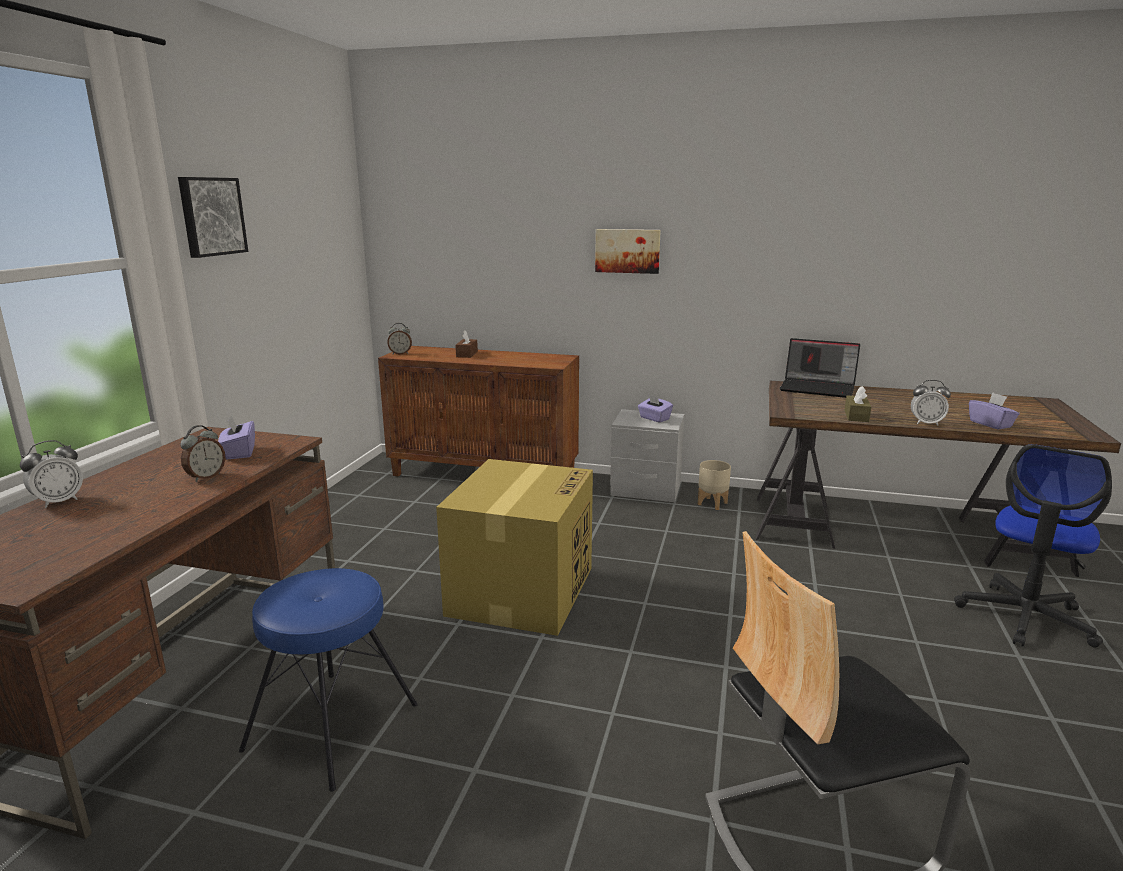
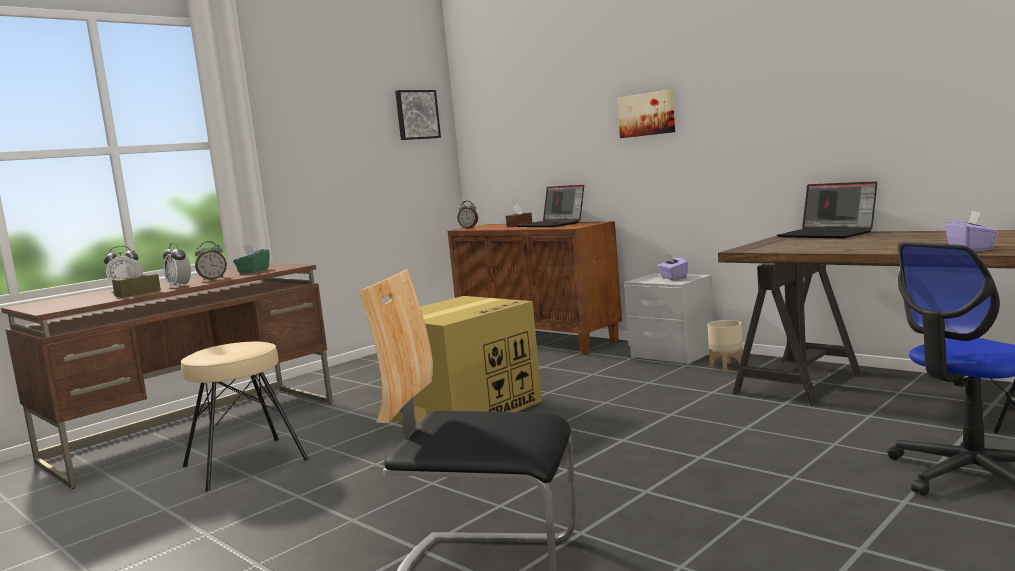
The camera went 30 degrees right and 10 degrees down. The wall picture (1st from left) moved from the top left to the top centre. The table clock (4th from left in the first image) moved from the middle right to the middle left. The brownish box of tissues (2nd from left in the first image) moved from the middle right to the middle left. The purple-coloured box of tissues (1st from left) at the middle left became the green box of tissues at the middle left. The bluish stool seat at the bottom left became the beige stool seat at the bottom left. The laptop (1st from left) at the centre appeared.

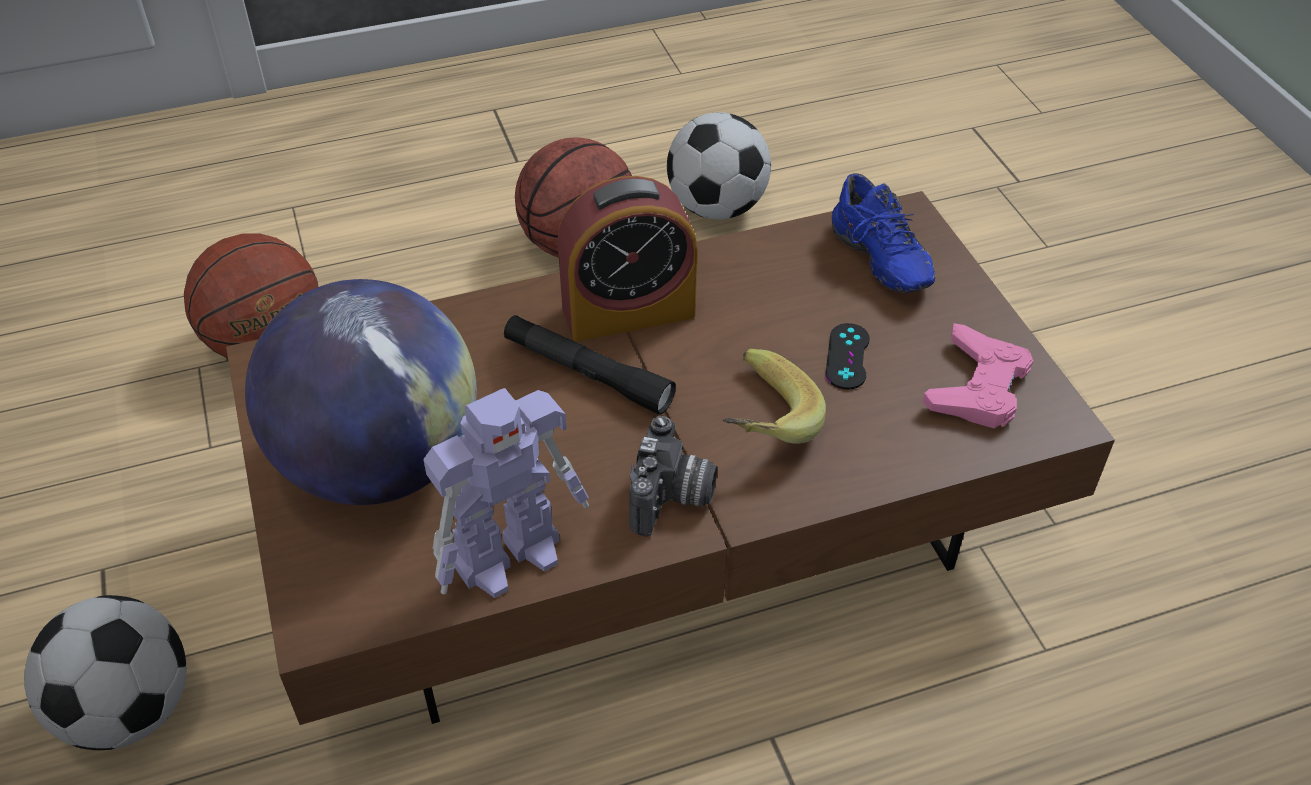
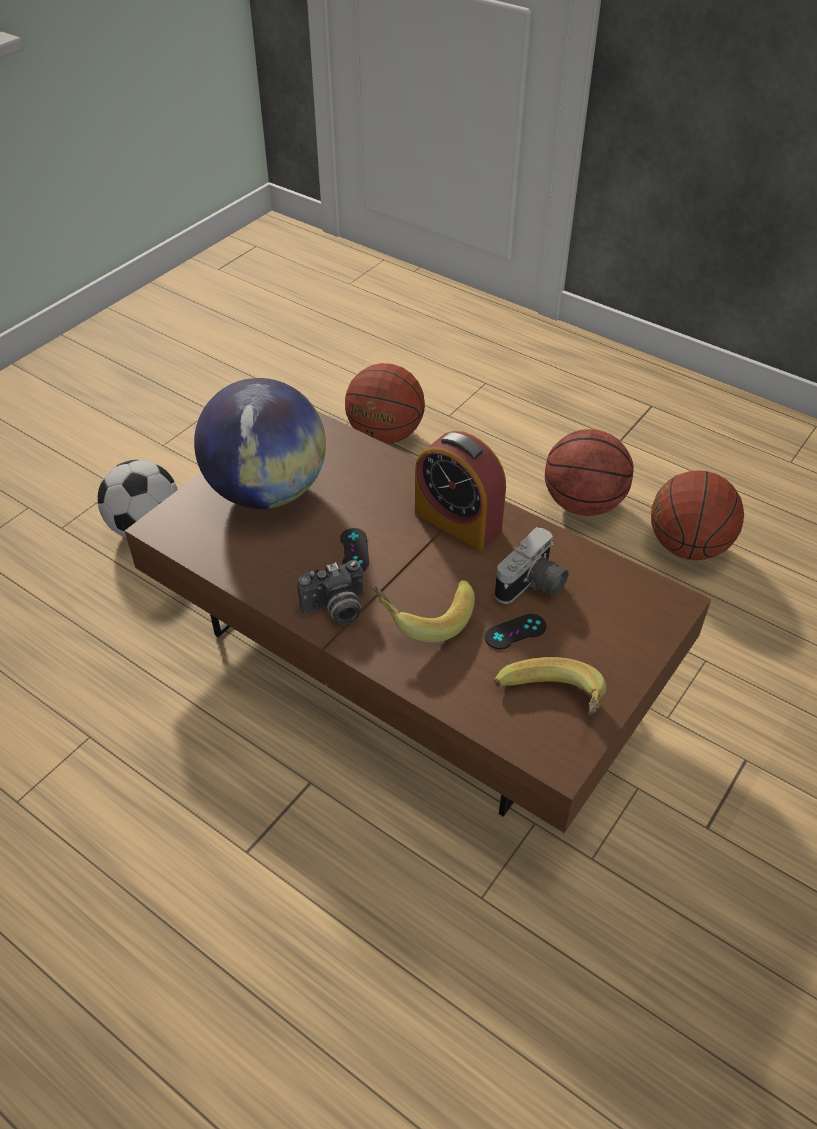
The camera went 55 degrees right and 0 degrees up. The football (2nd from left) at the top centre was replaced by the basketball ball (3rd from left) at the middle right. The bluish item of footwear at the top right disappeared. The black flashlight at the centre disappeared. The pink-coloured joypad at the middle right was replaced by the banana fruit (2nd from left) at the middle right. The model robot at the centre disappeared. The photo camera (2nd from left) at the centre appeared. The black joypad (1st from left) at the centre appeared.

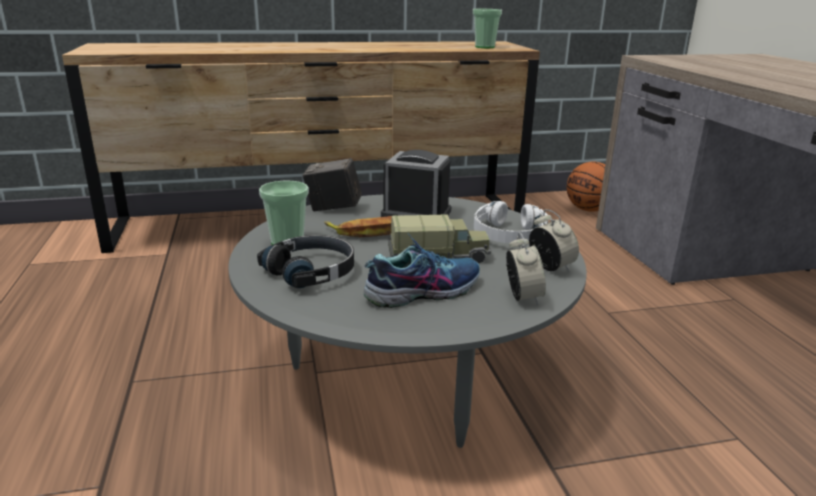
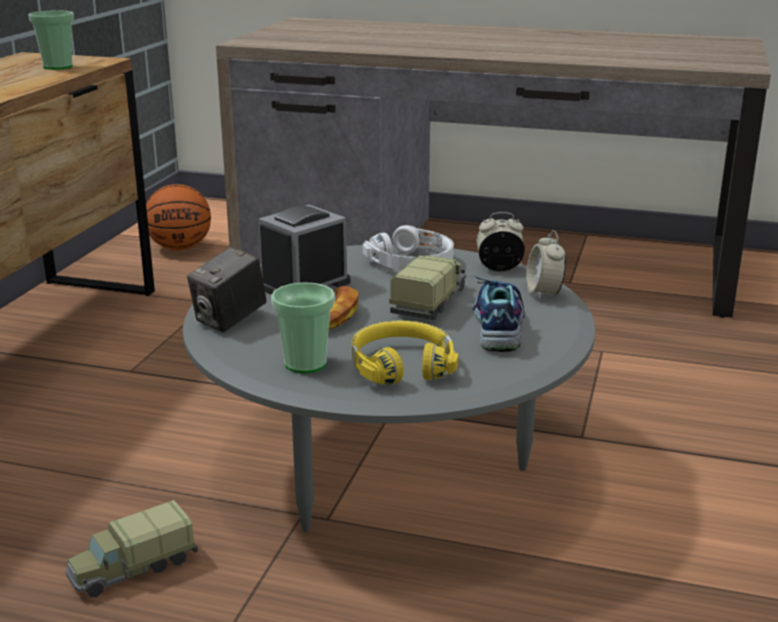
The camera went 60 degrees left and 0 degrees up. The table clock (2nd from left in the first image) at the centre turned 120 degrees counterclockwise. The black headphones at the centre became the yellow-coloured headphones at the centre. The toy lorry (1st from left) at the bottom left appeared.

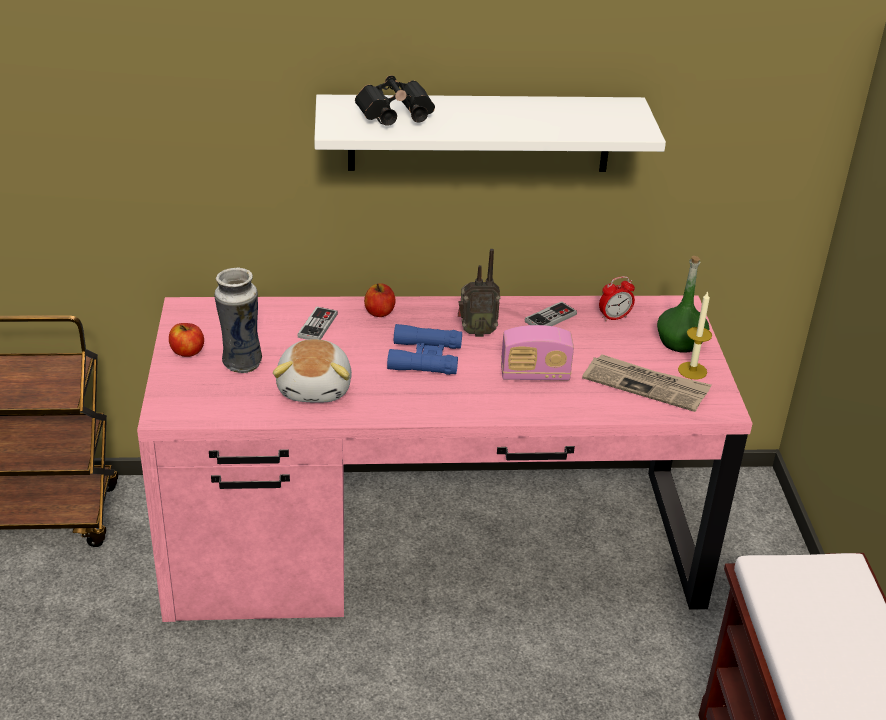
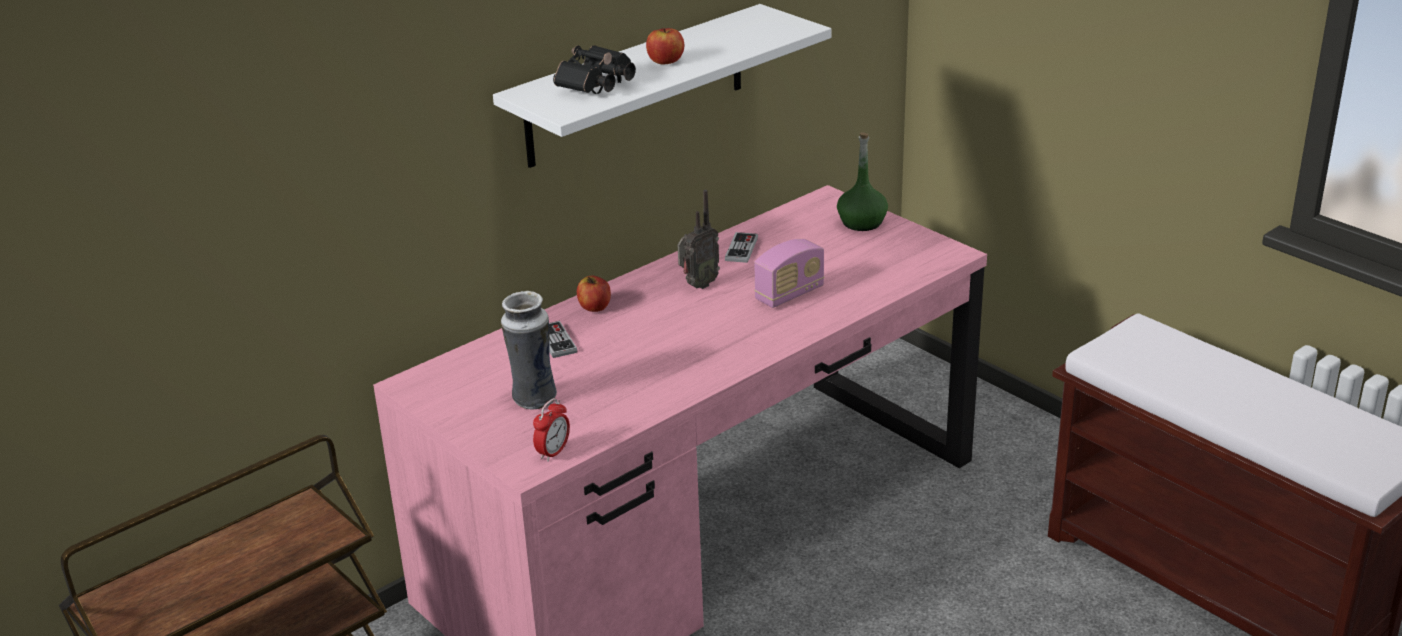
The camera went 35 degrees left and 5 degrees down. The table clock moved from the middle right to the bottom centre. The wax candle at the middle right disappeared. The apple fruit (1st from left in the first image) moved from the middle left to the top centre. The bluish pair of binoculars at the centre disappeared. The cuddly toy at the centre disappeared. The newspaper at the middle right disappeared.

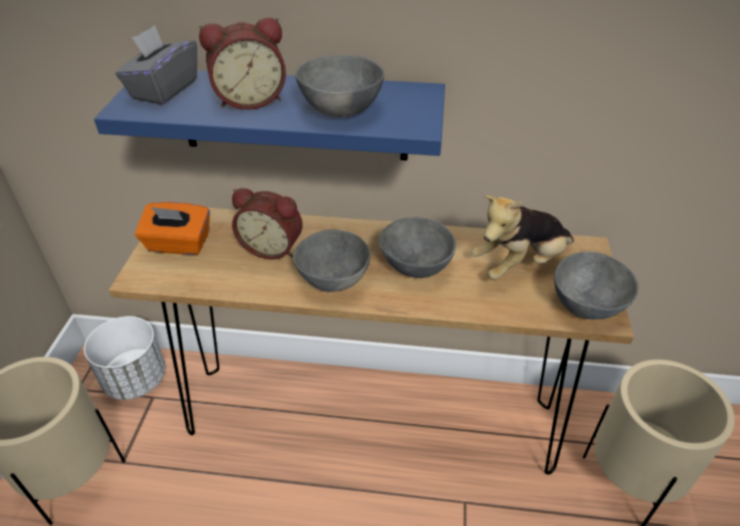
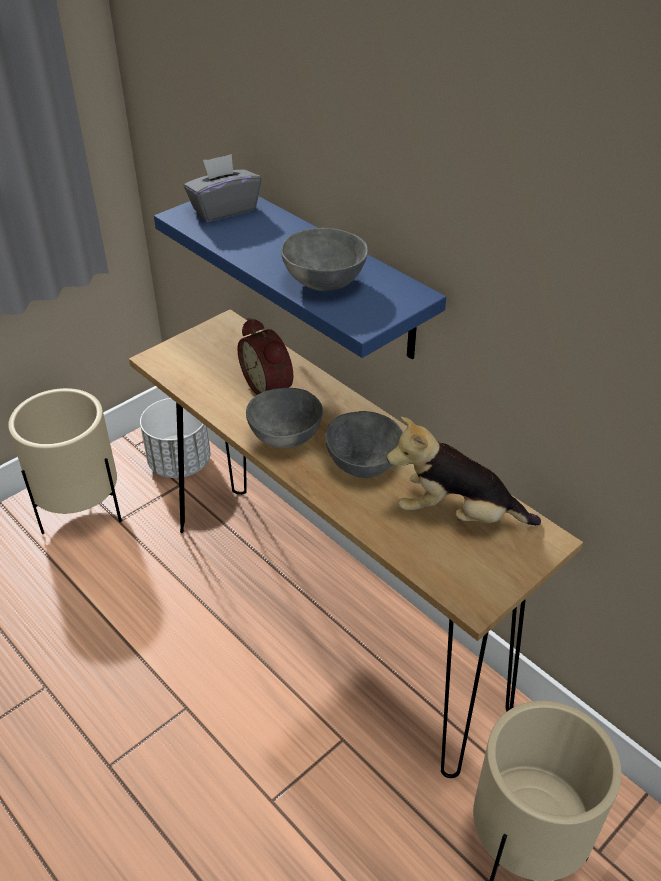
The camera went 40 degrees right and 0 degrees up. The table clock (1st from left) at the top left disappeared. The orange-coloured box of tissues at the middle left disappeared. The greyish bowl (4th from left) at the middle right disappeared.

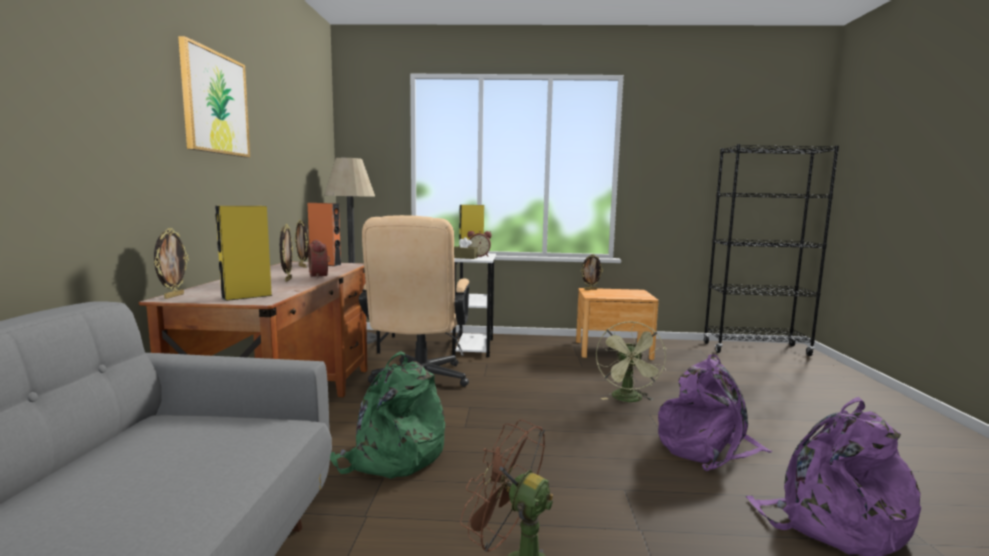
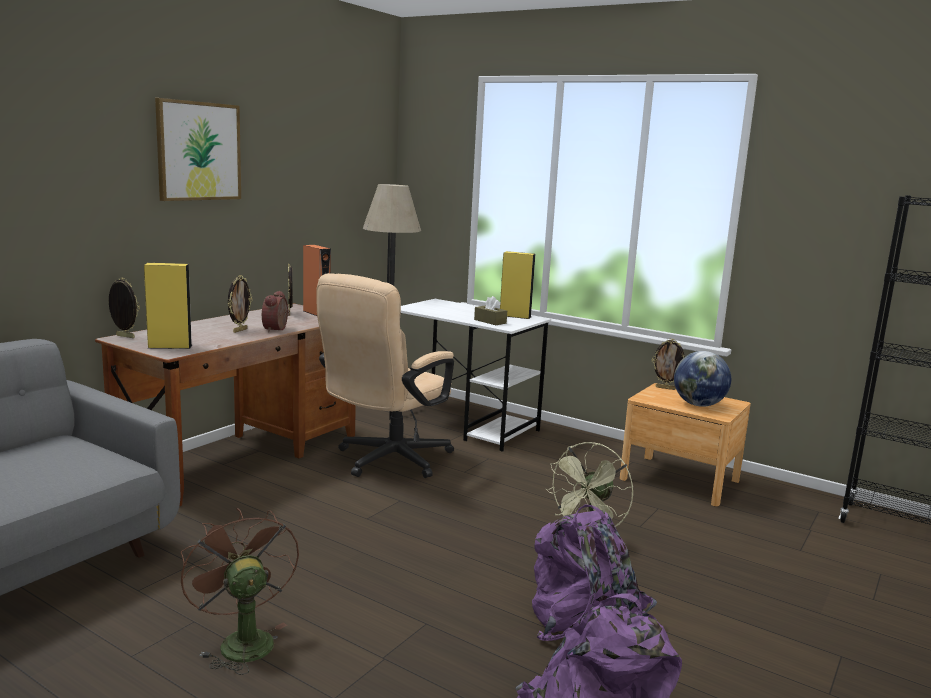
The camera went 30 degrees right and 5 degrees up. The standing frame (1st from left) at the middle left turned 105 degrees counterclockwise. The table clock (2nd from left) at the centre disappeared. The green knapsack at the bottom centre disappeared. The desk globe at the middle right appeared.

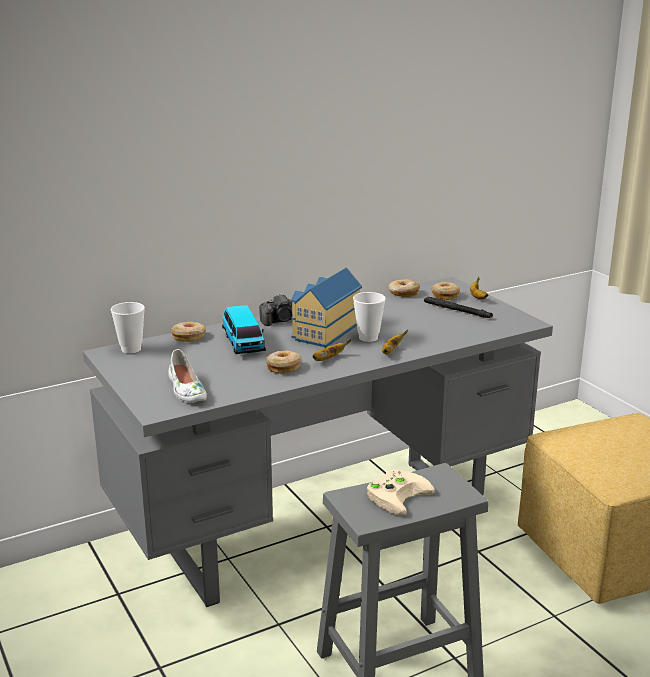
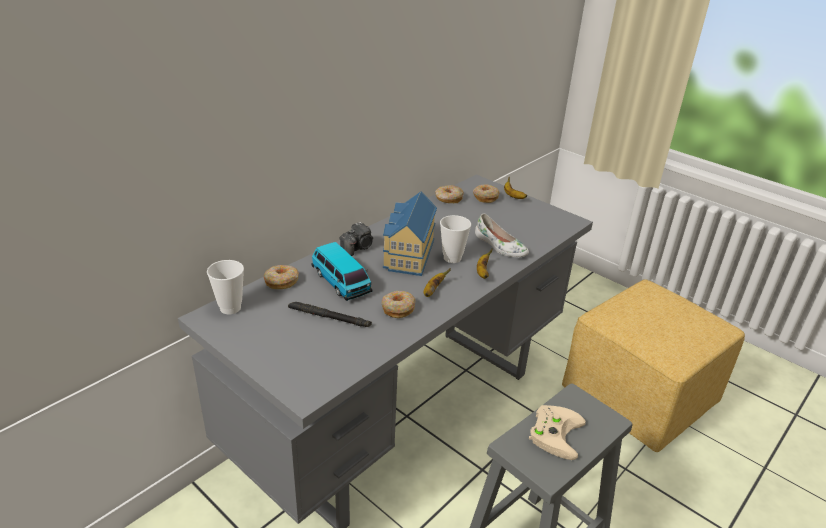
The camera went 20 degrees left and 10 degrees up. The black flashlight moved from the middle right to the centre. The whitish item of footwear moved from the middle left to the centre.

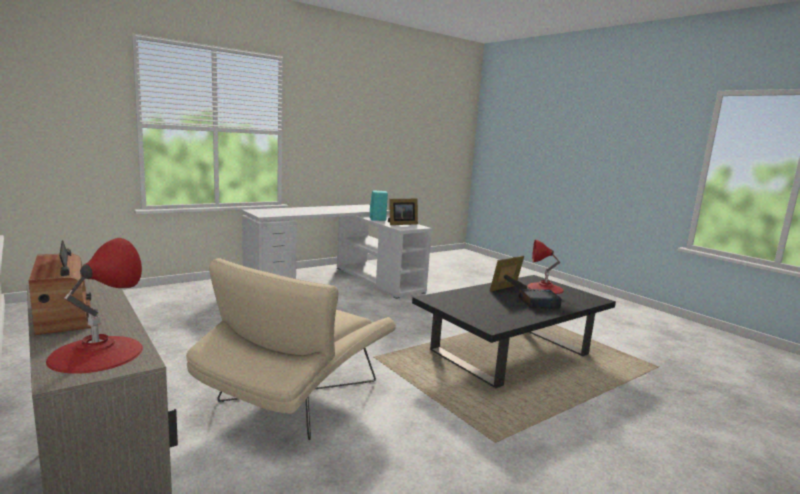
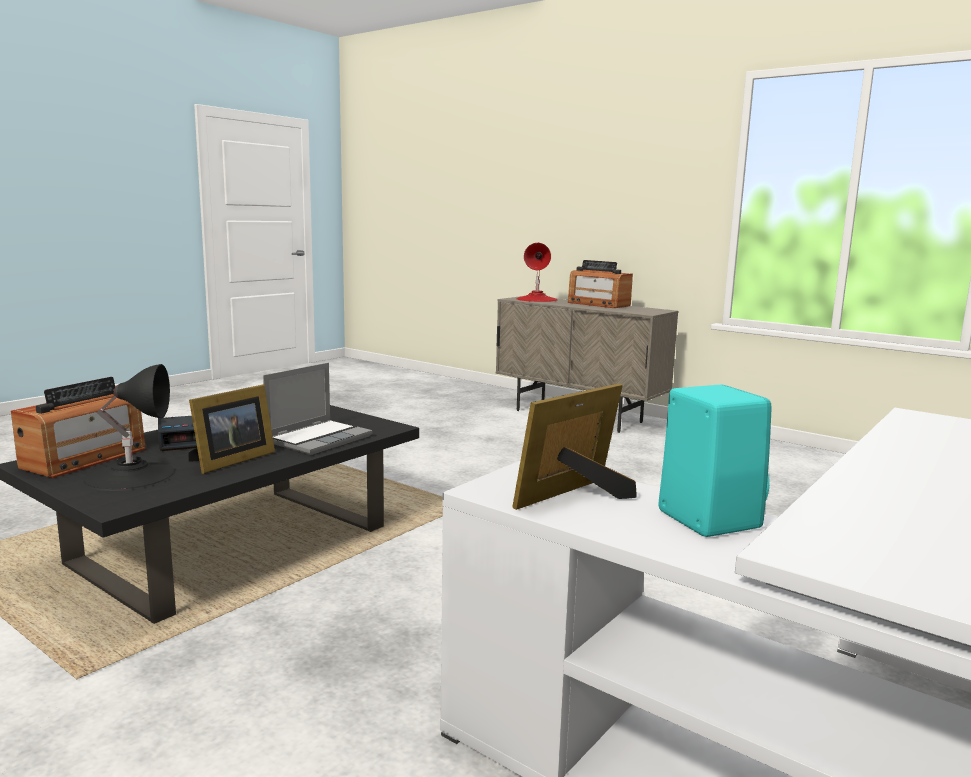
The camera went 165 degrees right and 0 degrees up. The reddish table lamp (2nd from left) at the middle right became the black table lamp at the middle left. The beige easy chair at the bottom centre disappeared. The laptop at the middle left appeared. The radio set (1st from left) at the middle left appeared.

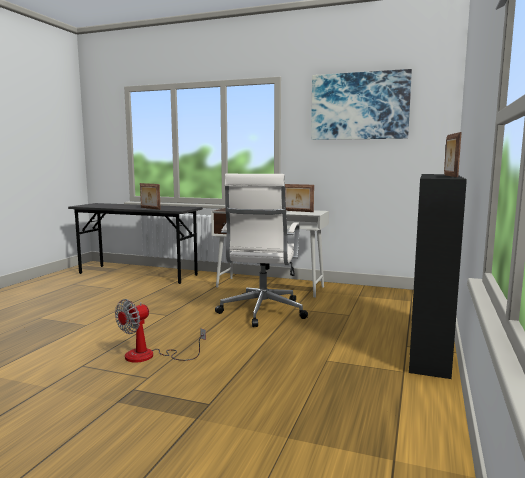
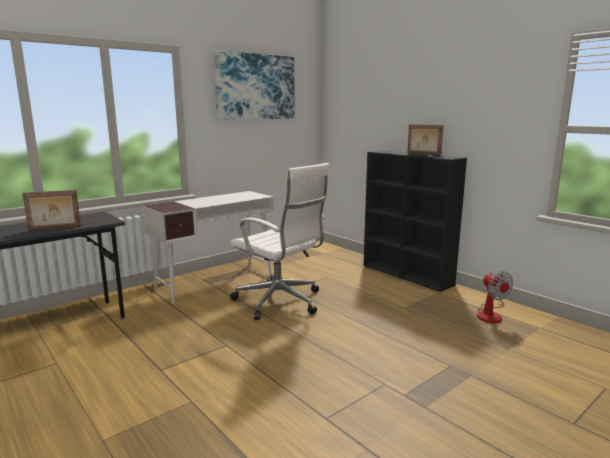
The camera went 60 degrees left and 5 degrees up. The standing frame (2nd from left) at the centre disappeared. The cooling fan moved from the bottom left to the middle right.

